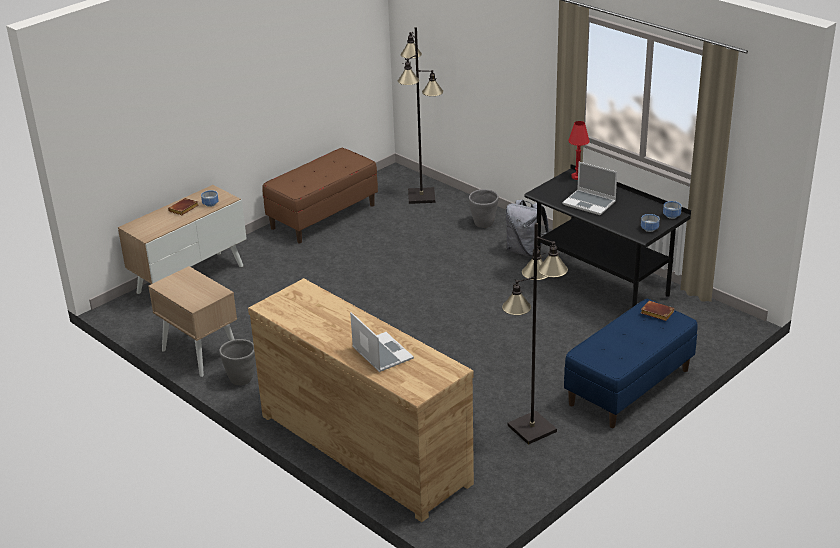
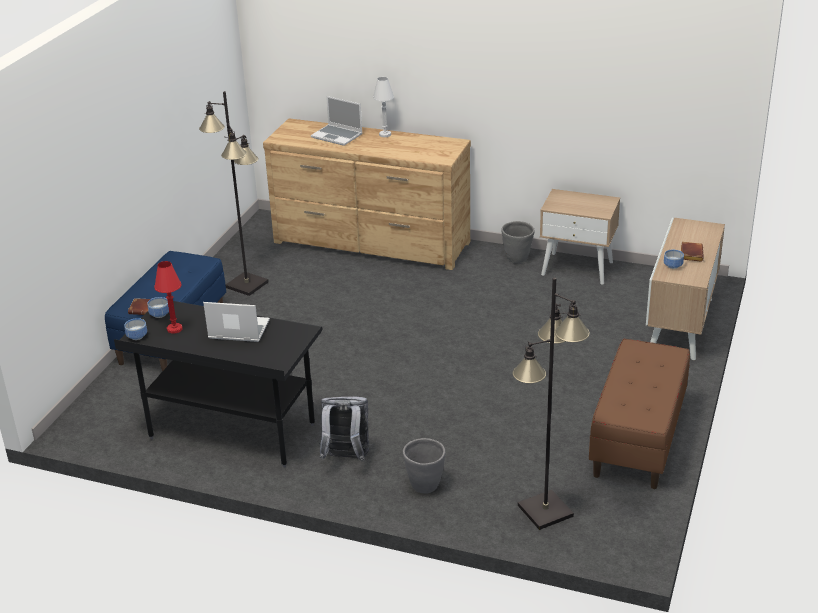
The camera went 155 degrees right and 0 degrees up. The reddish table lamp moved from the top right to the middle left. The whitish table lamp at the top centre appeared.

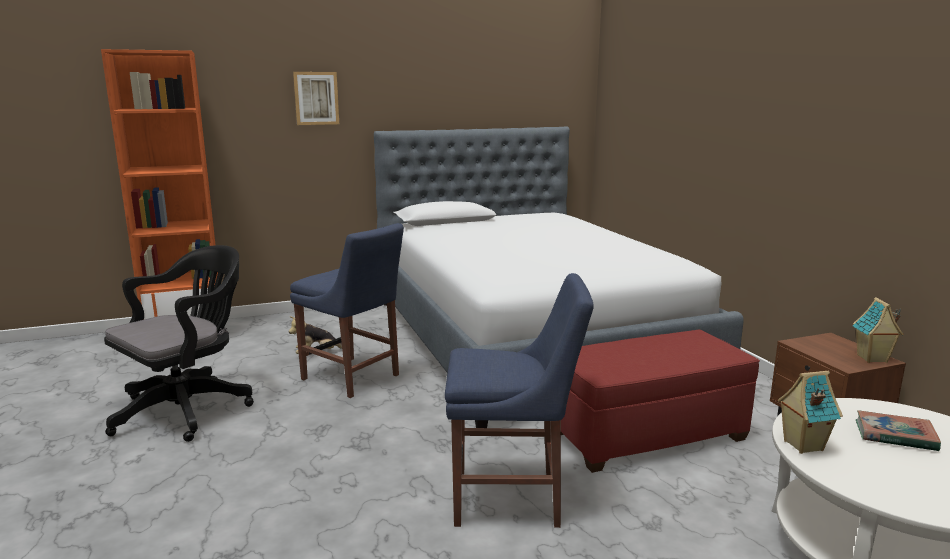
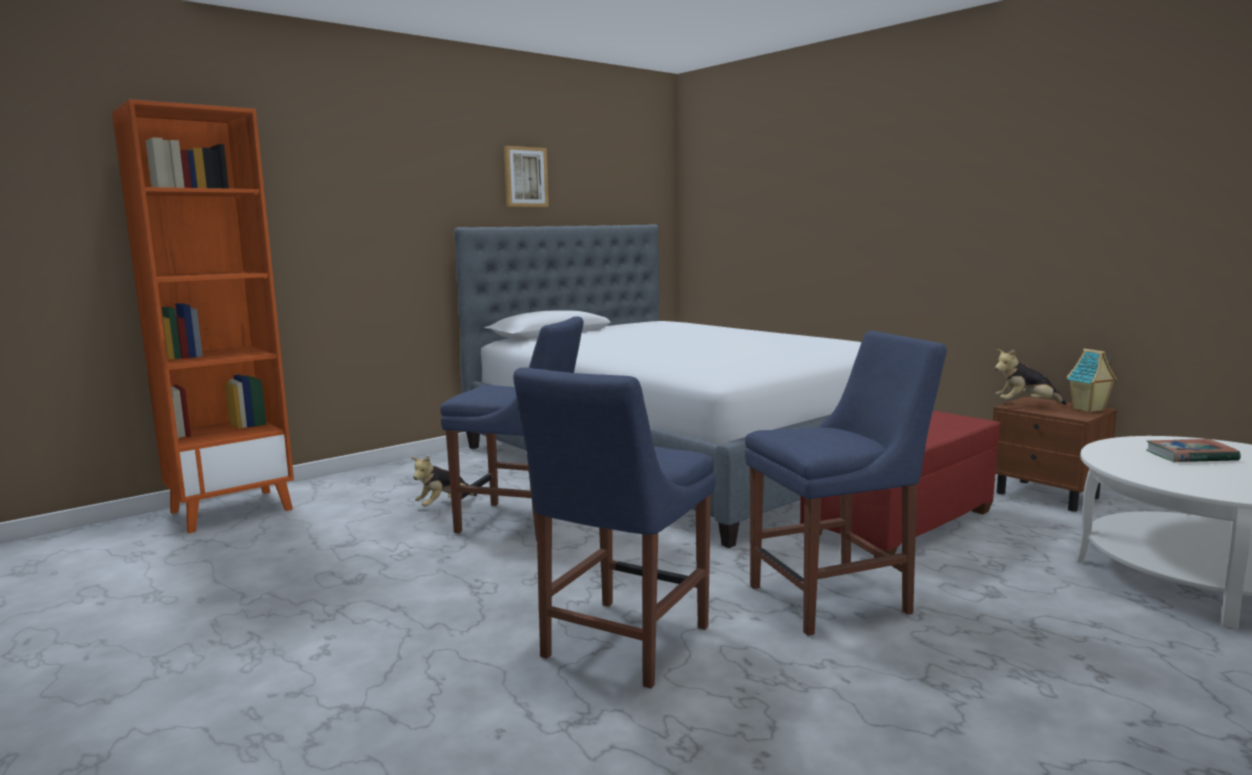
The camera went 20 degrees left and 5 degrees down. The wall picture moved from the top left to the top centre. The black computer chair at the middle left disappeared. The toy house (1st from left) at the bottom right disappeared. The cuddly toy (2nd from left) at the middle right appeared. The bluish chair (2nd from left) at the bottom centre appeared.

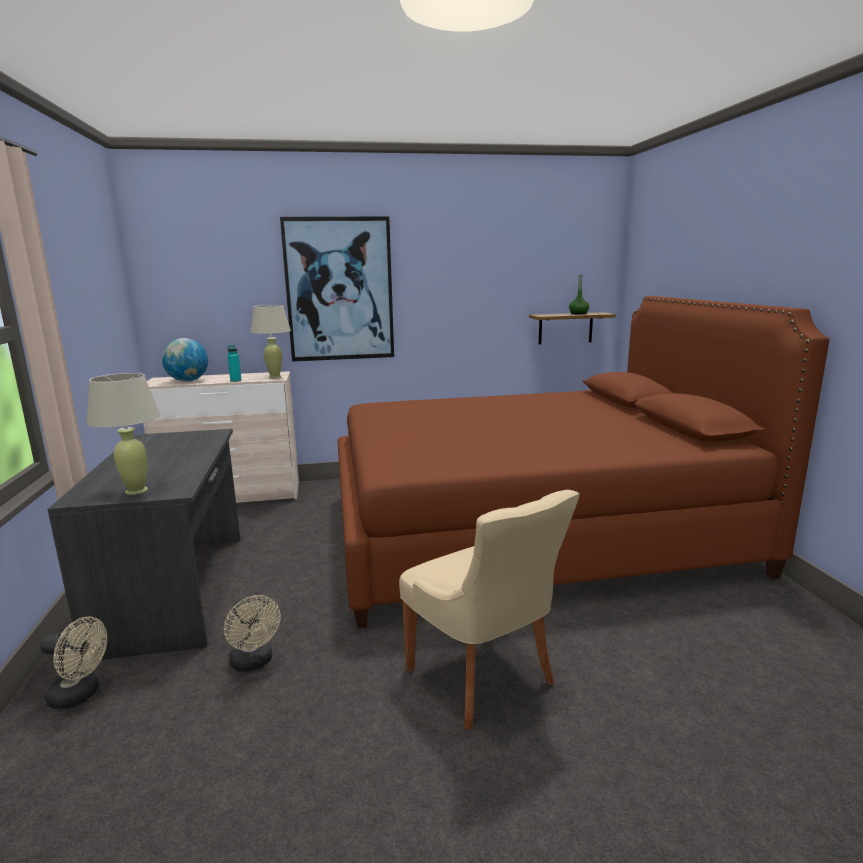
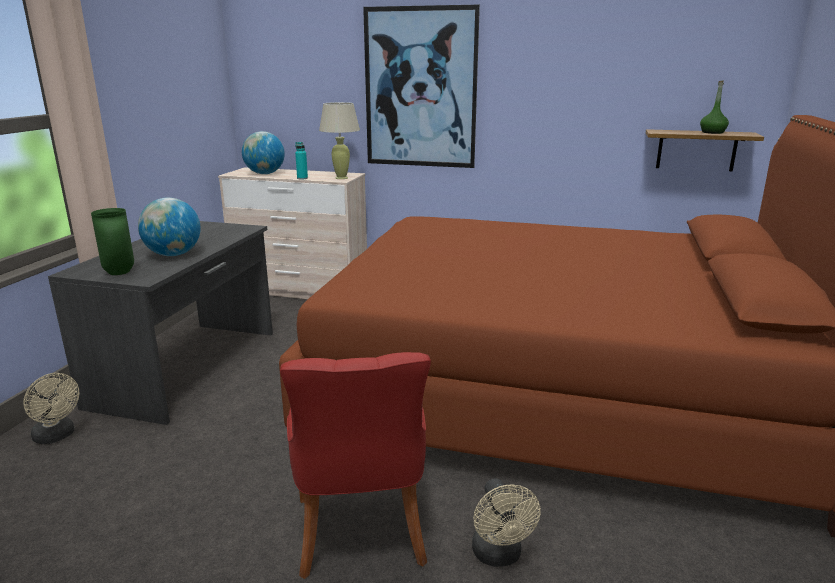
The camera went 25 degrees right and 5 degrees up. The beige table lamp (1st from left) at the middle left was replaced by the green vase at the middle left. The beige chair at the bottom centre became the reddish chair at the bottom centre. The beige cooling fan (2nd from left) moved from the bottom left to the bottom centre. The desk globe (1st from left) at the middle left appeared.

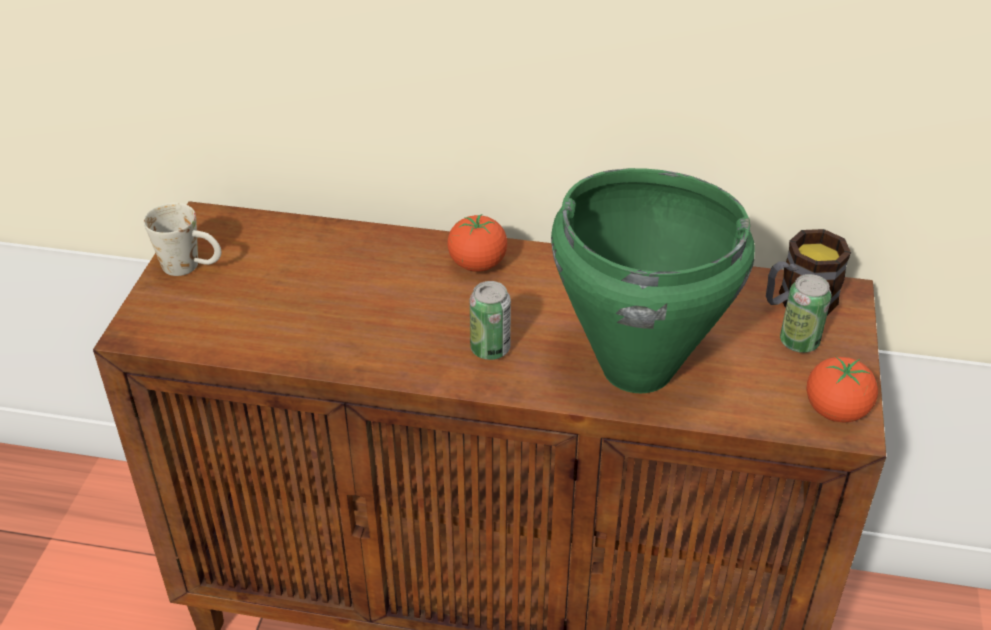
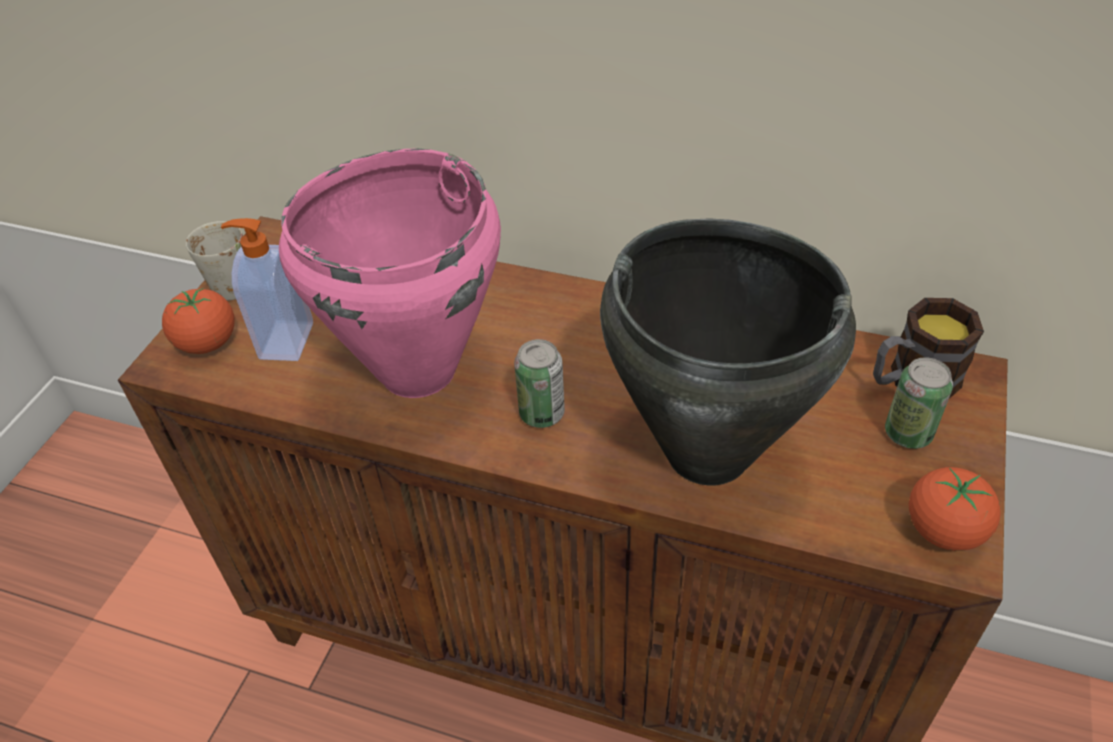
The camera went 10 degrees right and 5 degrees up. The green cooking pot at the centre became the black cooking pot at the centre. The tomato (1st from left) moved from the centre to the middle left. The pink-coloured cooking pot at the centre appeared. The liquid soap bottle at the middle left appeared.

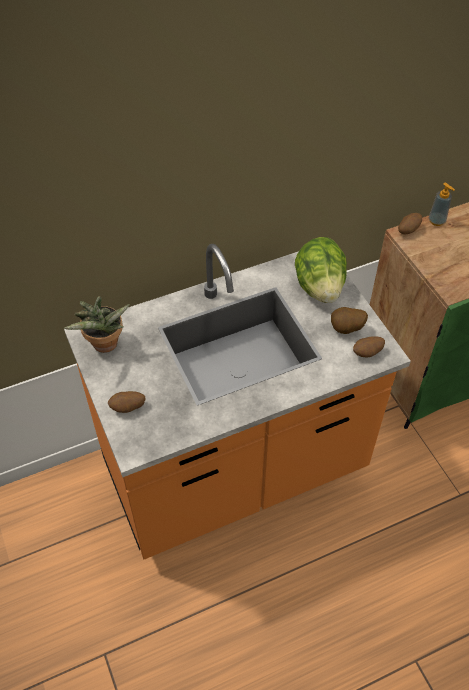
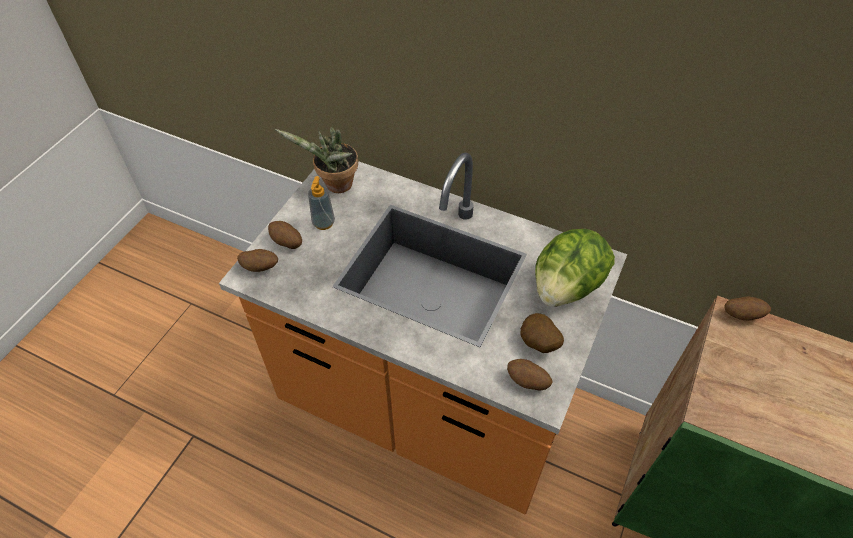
The camera went 50 degrees right and 0 degrees up. The liquid soap bottle moved from the top right to the centre. The spud (1st from left) at the middle left appeared.

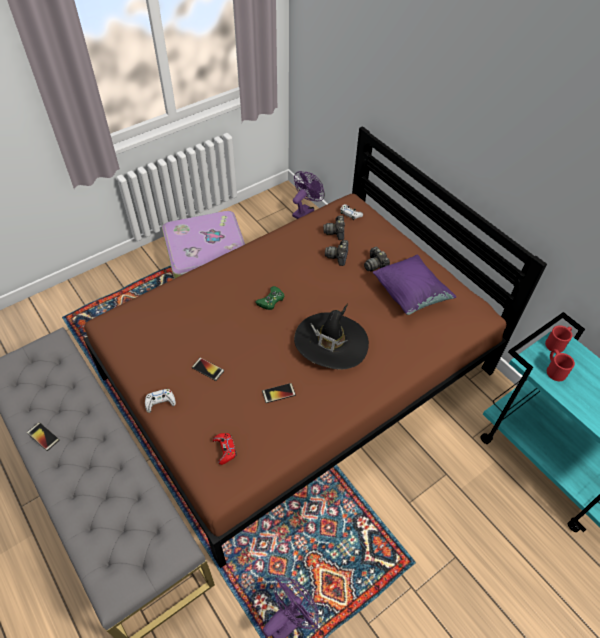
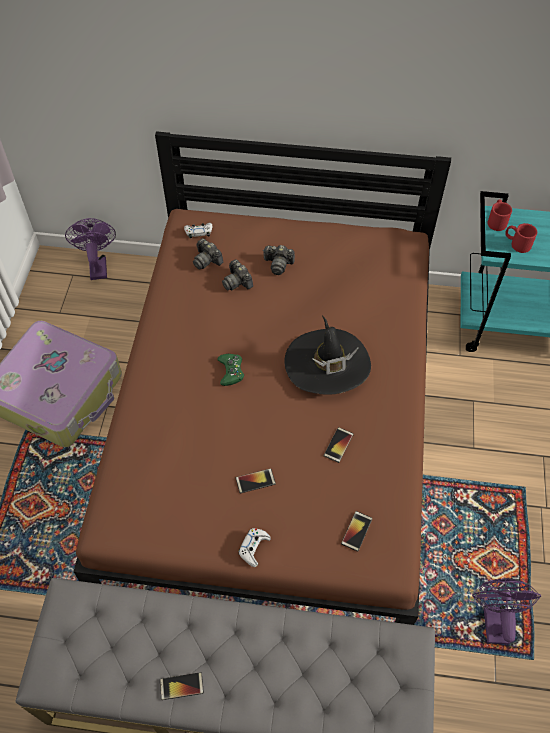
The camera went 45 degrees left and 5 degrees up. The purple-coloured pillow at the middle right disappeared. The reddish joypad at the bottom centre was replaced by the handset (4th from left) at the bottom centre.

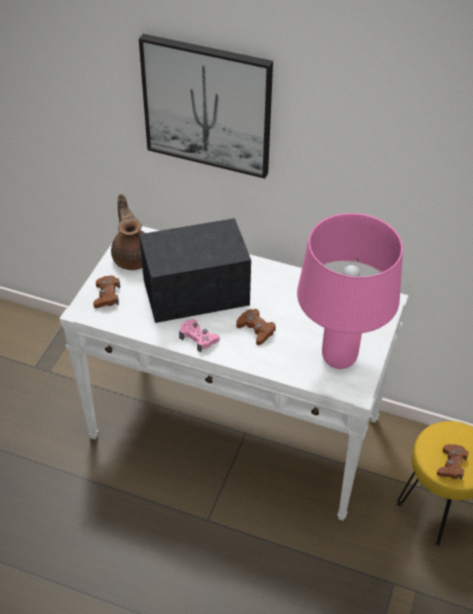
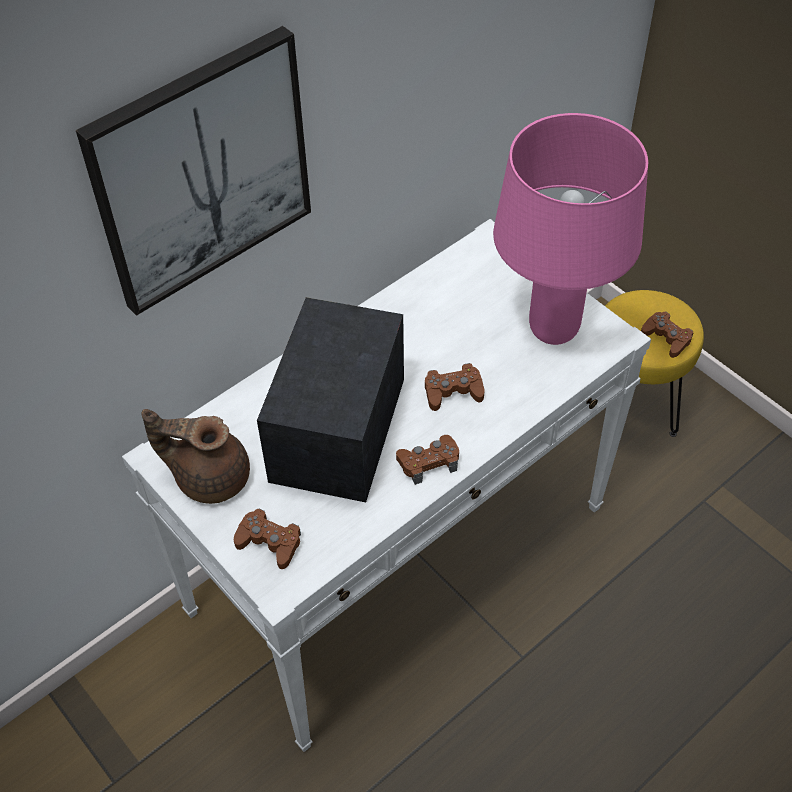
The camera went 60 degrees left and 5 degrees up. The pink-coloured joypad at the centre became the brownish joypad (2nd from left) at the centre.

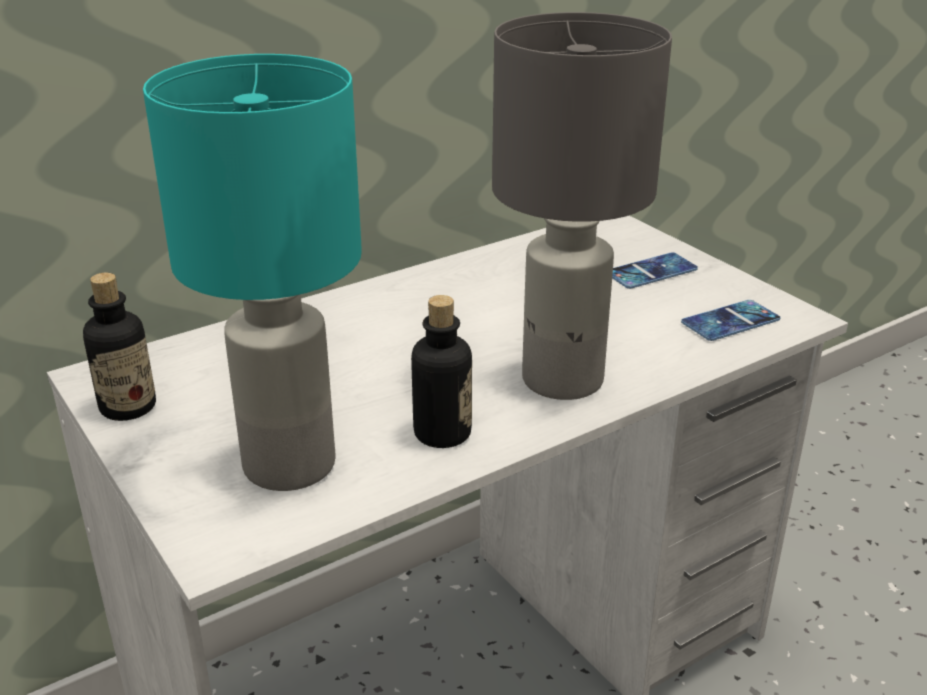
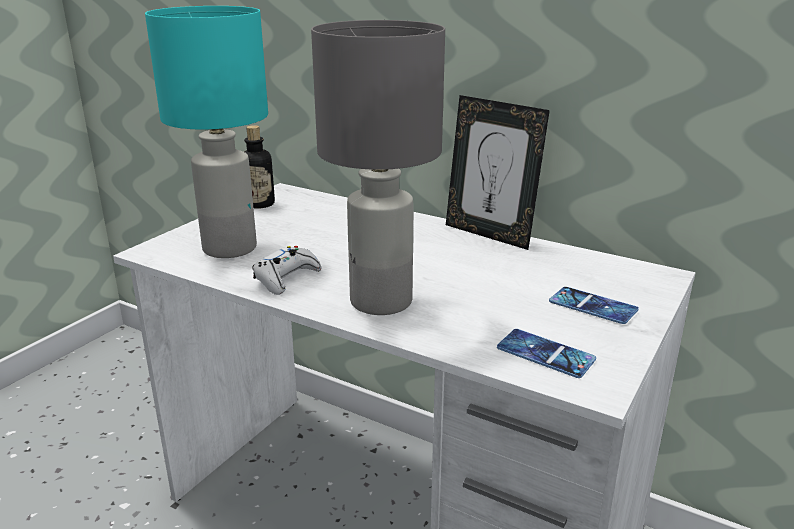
The camera went 65 degrees right and 5 degrees down. The beverage bottle (2nd from left) at the centre was replaced by the whitish joypad at the centre. The standing frame at the top centre appeared.

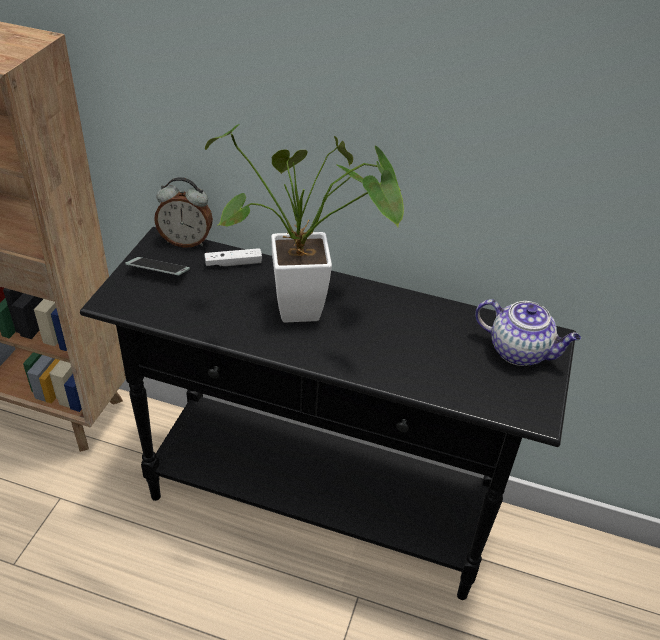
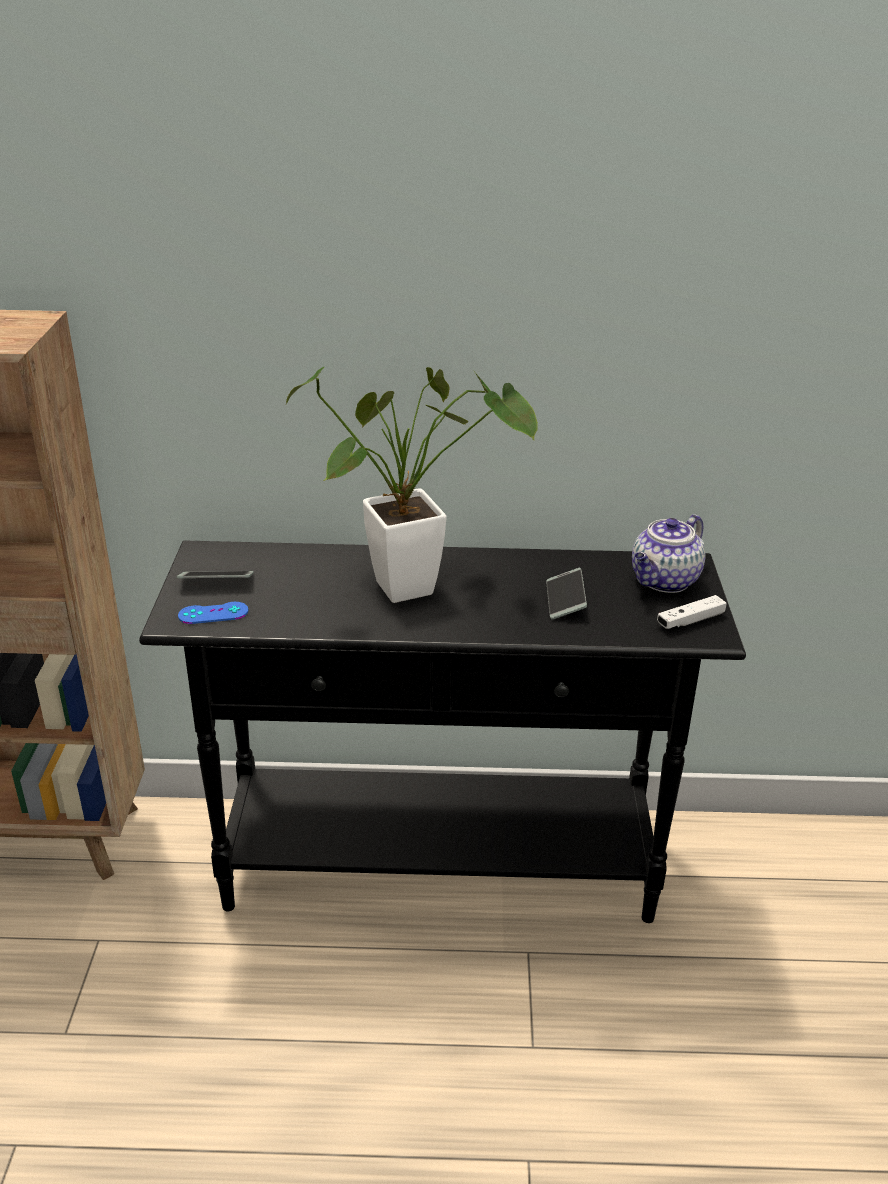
The camera went 15 degrees left and 10 degrees down. The table clock at the top left disappeared. The whitish joypad moved from the centre to the middle right. The teapot at the middle right turned 120 degrees clockwise. The handset (2nd from left) at the centre appeared. The bluish joypad at the middle left appeared.

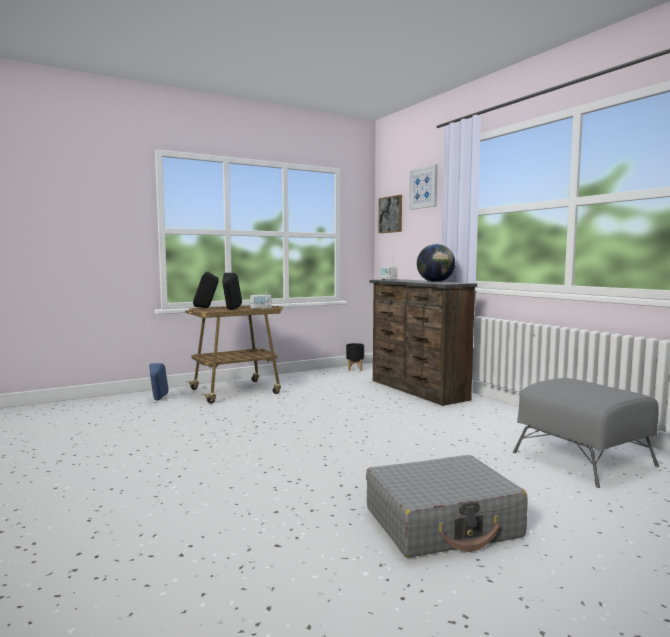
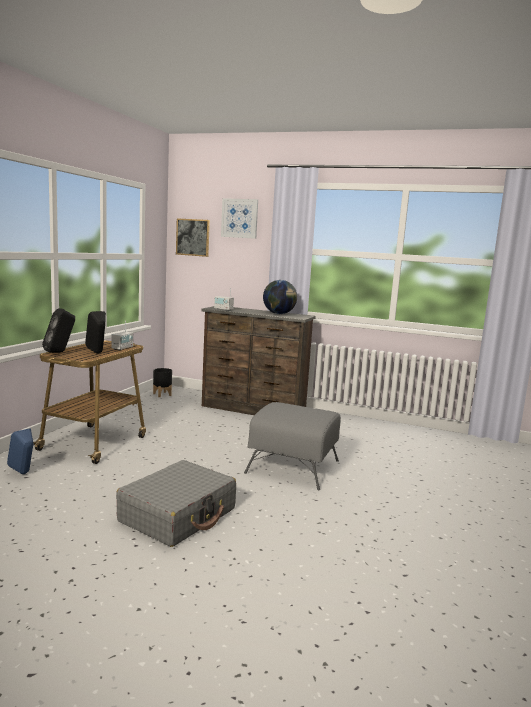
The camera went 40 degrees left and 5 degrees up. The greyish footrest moved from the bottom right to the centre. The greyish suitcase moved from the bottom right to the bottom left.

